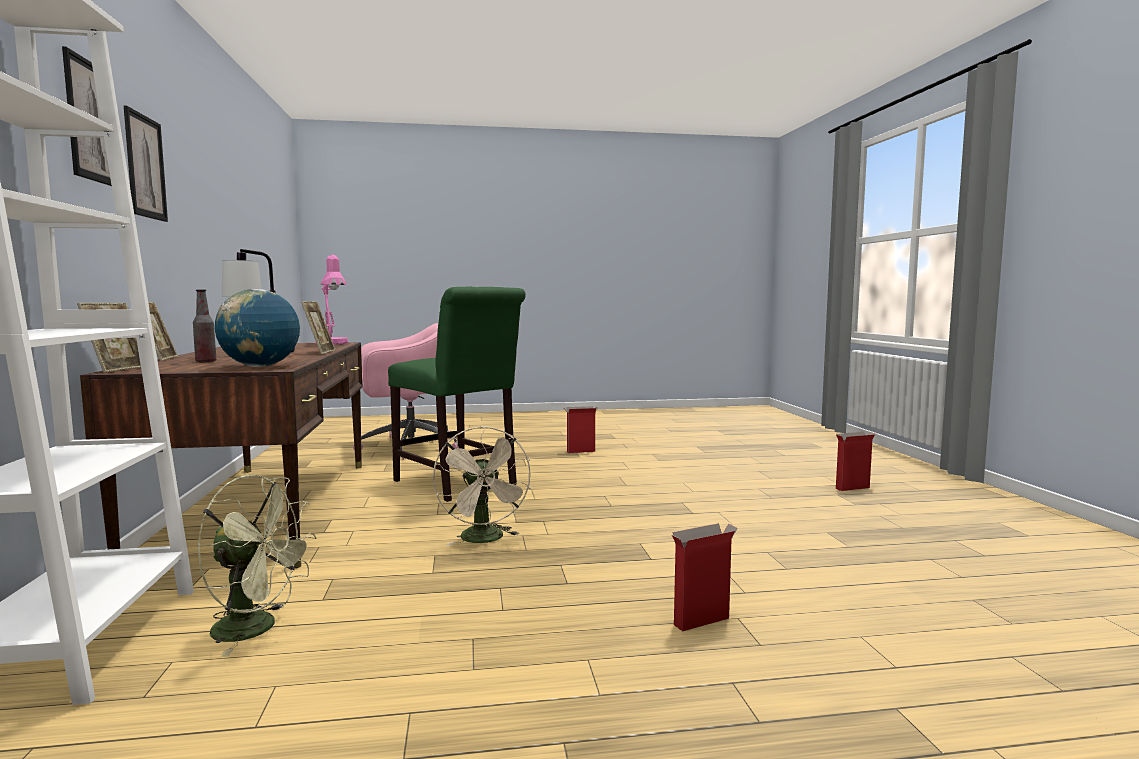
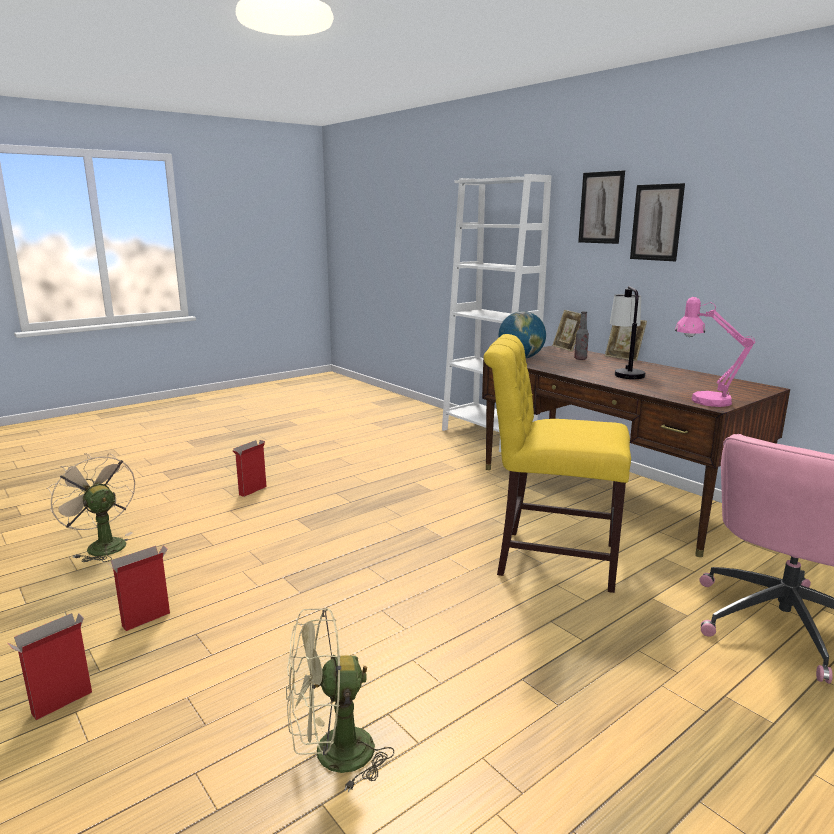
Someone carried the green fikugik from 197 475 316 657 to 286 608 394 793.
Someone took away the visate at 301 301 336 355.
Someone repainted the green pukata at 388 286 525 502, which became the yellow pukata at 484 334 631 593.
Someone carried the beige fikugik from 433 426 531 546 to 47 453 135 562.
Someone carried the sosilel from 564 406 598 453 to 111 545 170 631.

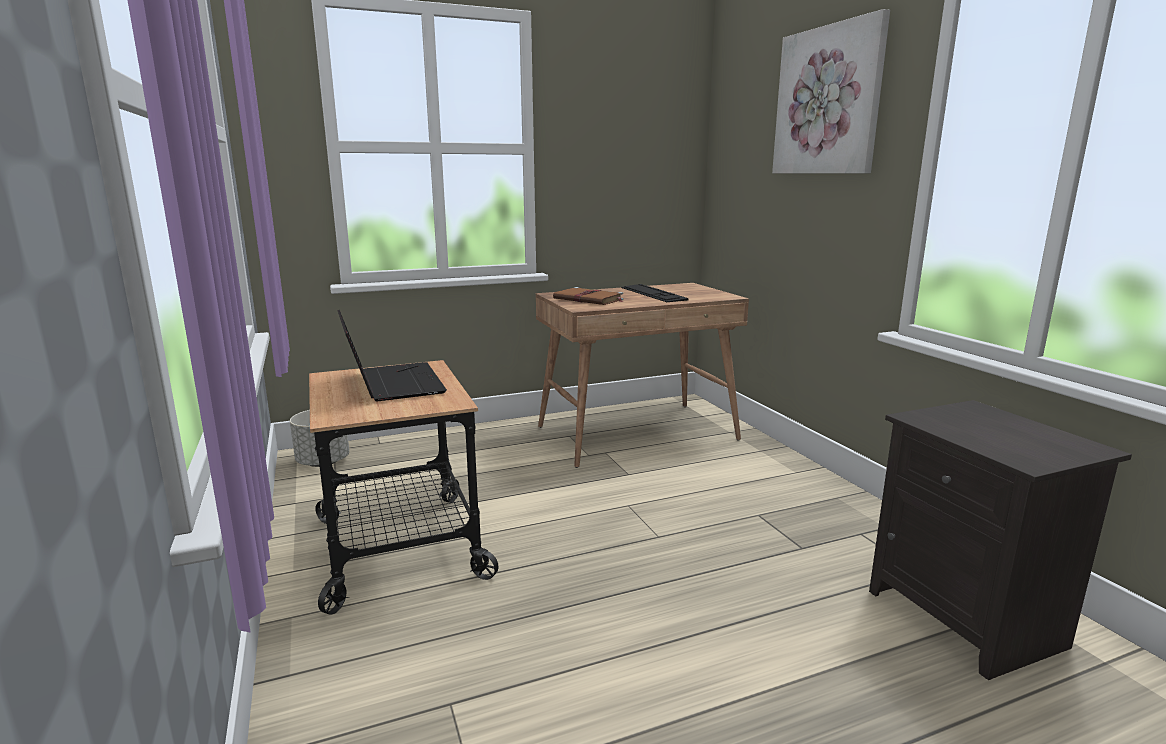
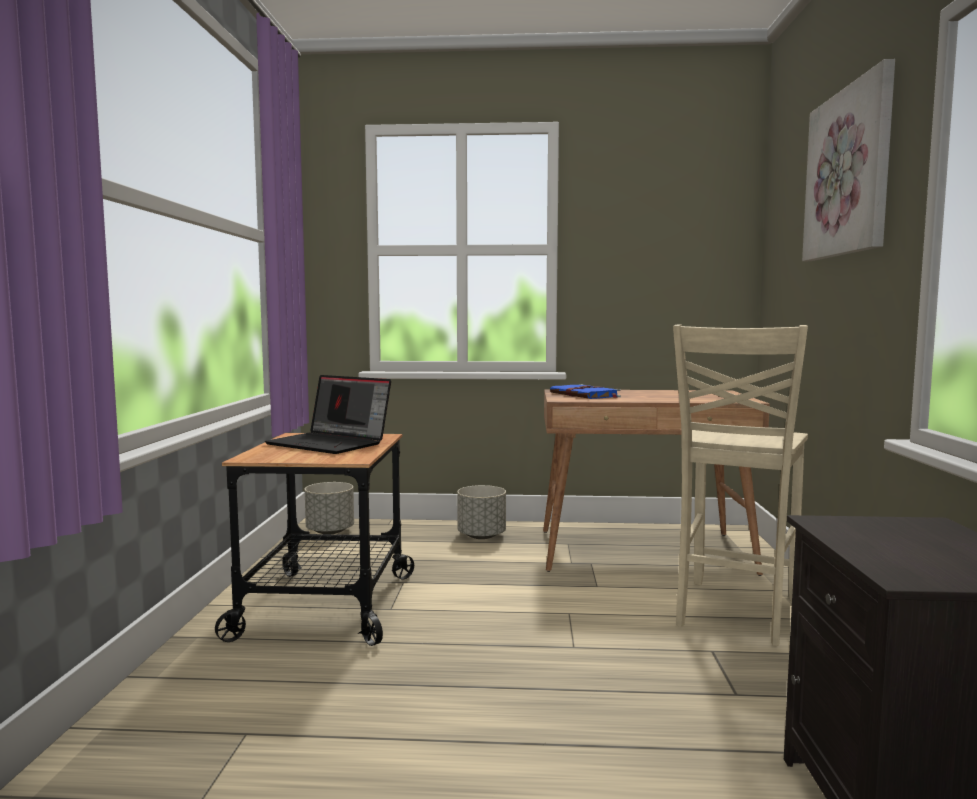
Someone rotated the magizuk at 338 310 447 401 by 120 degrees clockwise.
Someone repainted the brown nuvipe at 553 287 623 305, which became the blue nuvipe at 550 384 621 399.
Someone took away the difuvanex at 621 284 689 302.
Someone put down the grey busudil at 457 485 506 539.
Someone put down the beige pukata at 673 324 808 646.

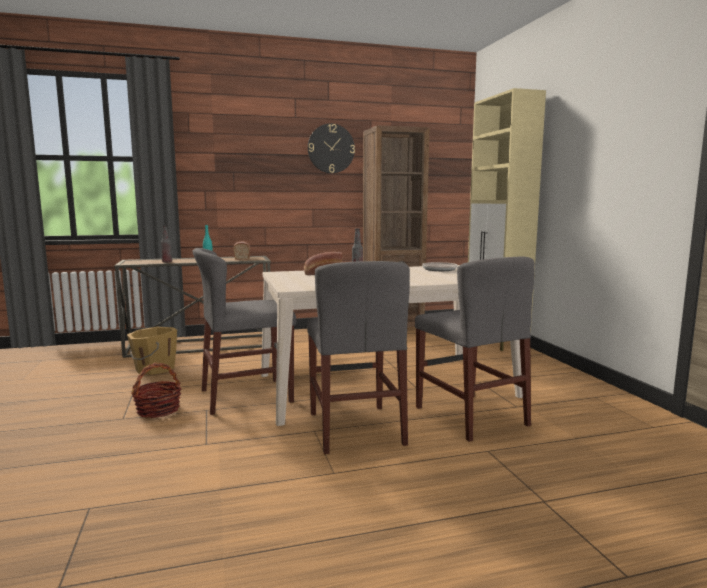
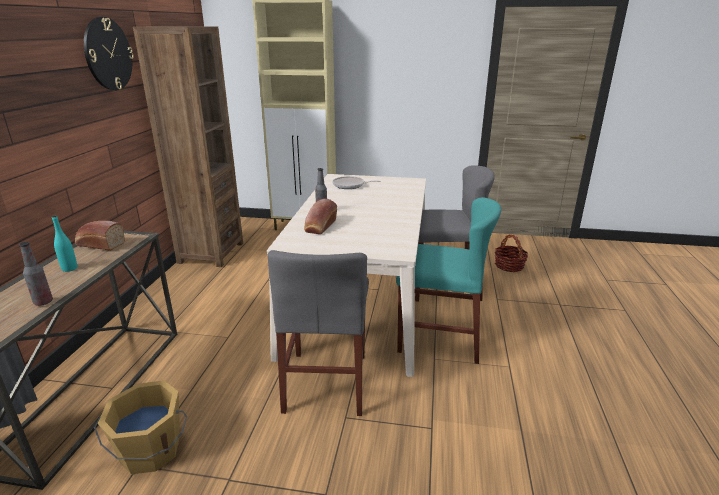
Someone carried the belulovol from 131 363 181 418 to 495 234 528 272.
Someone repainted the grey pukata at 307 261 410 454, which became the turquoise pukata at 396 197 501 364.

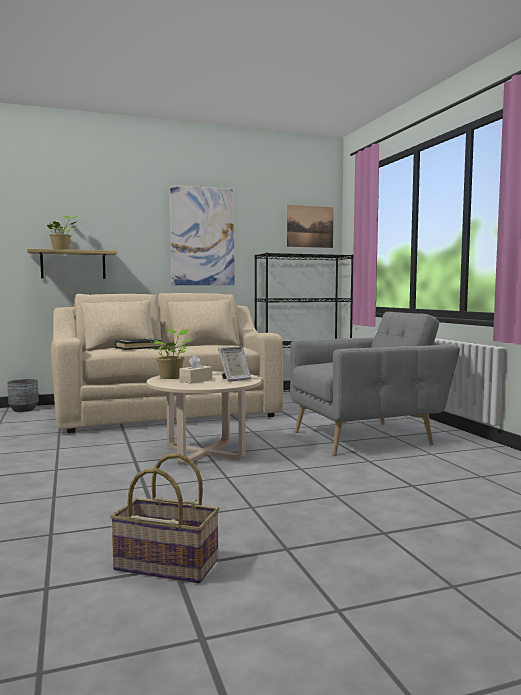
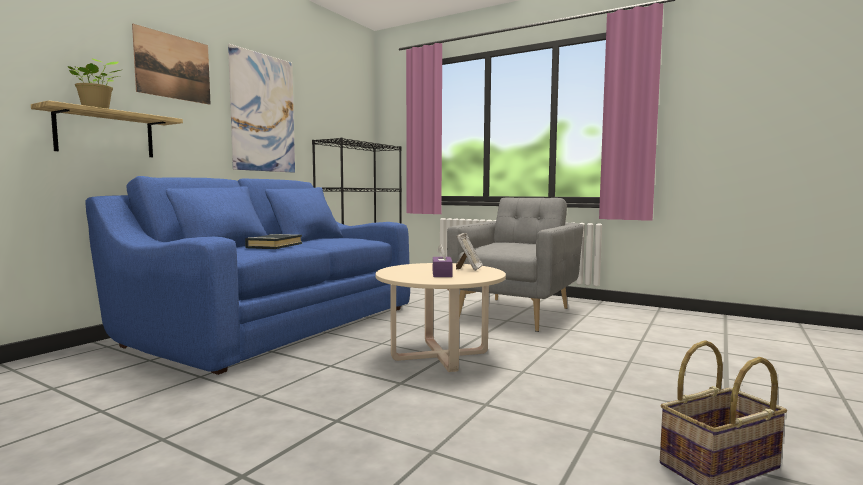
Someone took away the grey busudil at 7 379 39 412.
Someone repainted the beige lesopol at 51 293 284 433, which became the blue lesopol at 85 176 410 375.
Someone took away the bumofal at 150 329 192 379.
Someone repainted the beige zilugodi at 179 355 212 384, which became the purple zilugodi at 433 245 453 277.
Someone carried the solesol from 287 205 334 248 to 132 24 211 105.

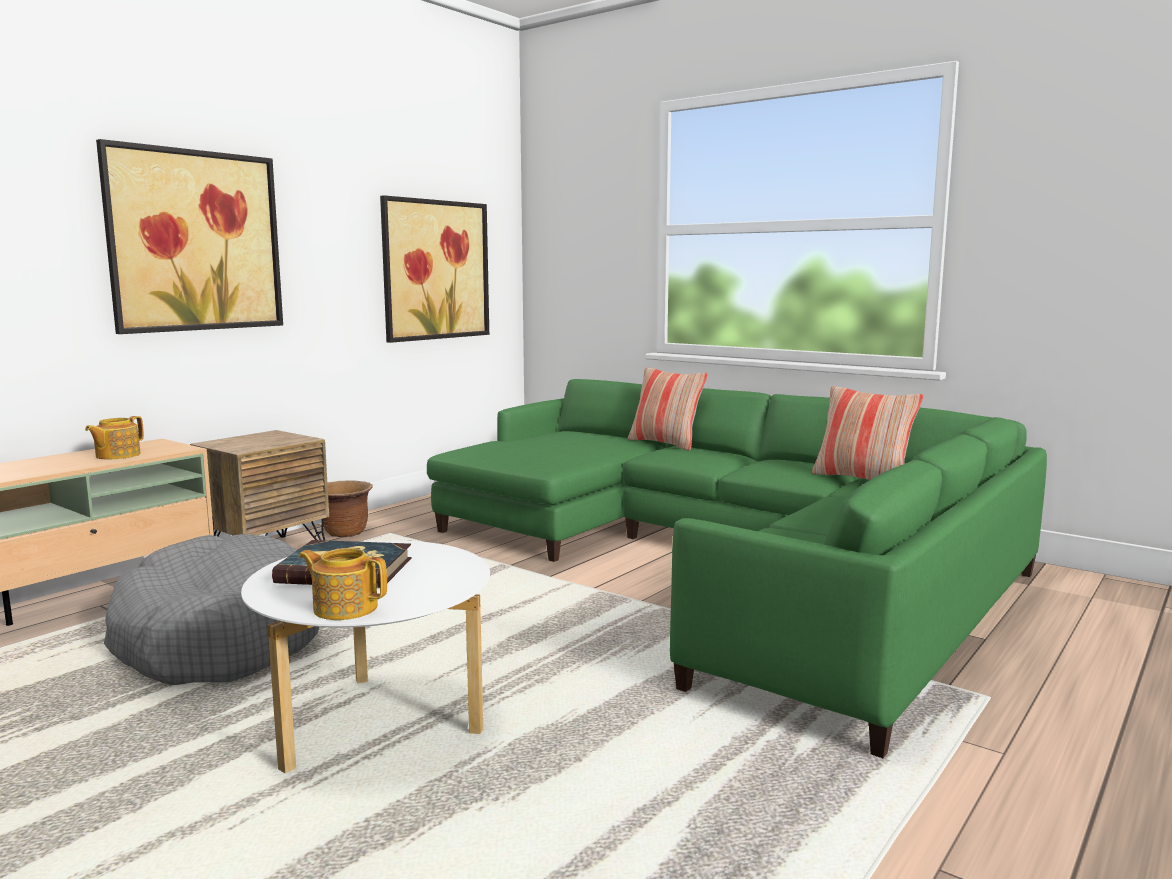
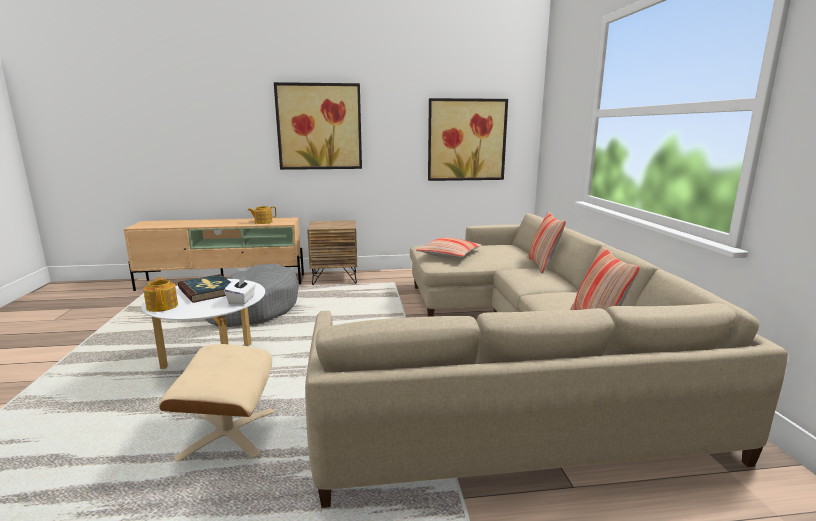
Someone took away the brown busudil at 321 480 373 537.
Someone repainted the green lesopol at 427 379 1047 758, which became the beige lesopol at 305 213 788 508.
Someone put down the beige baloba at 159 344 275 462.
Someone put down the white zilugodi at 224 275 256 305.
Someone put down the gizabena at 416 237 482 258.

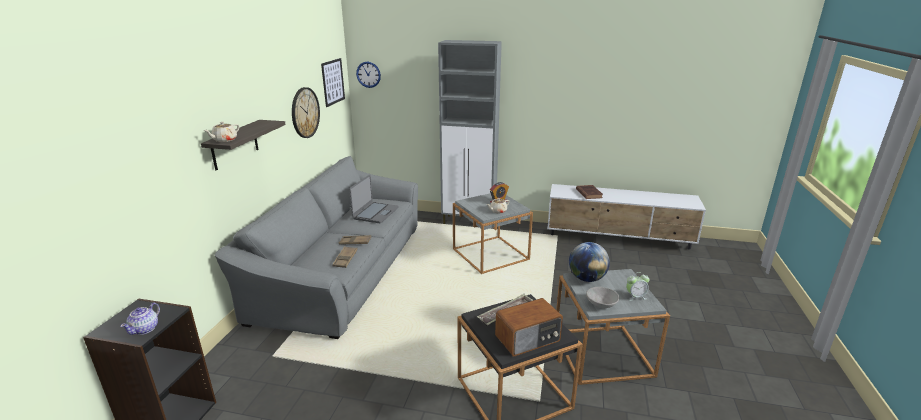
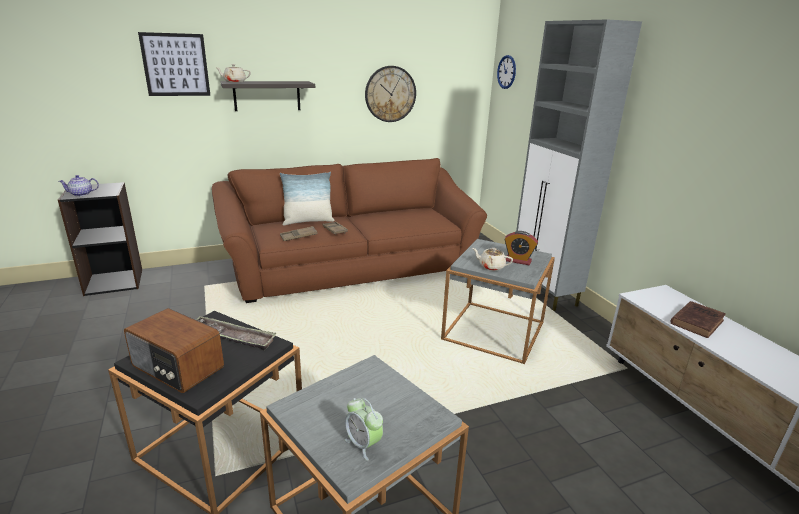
Someone repainted the grey lesopol at 215 156 418 339, which became the brown lesopol at 212 158 487 303.
Someone carried the solesol from 321 58 345 107 to 138 32 210 96.
Someone took away the magizuk at 349 175 399 223.
Someone took away the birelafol at 569 242 610 282.
Someone took away the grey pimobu at 586 287 619 308.
Someone put down the gizabena at 280 172 334 225.

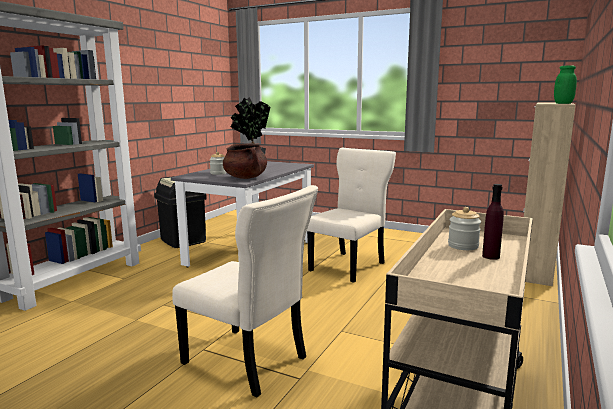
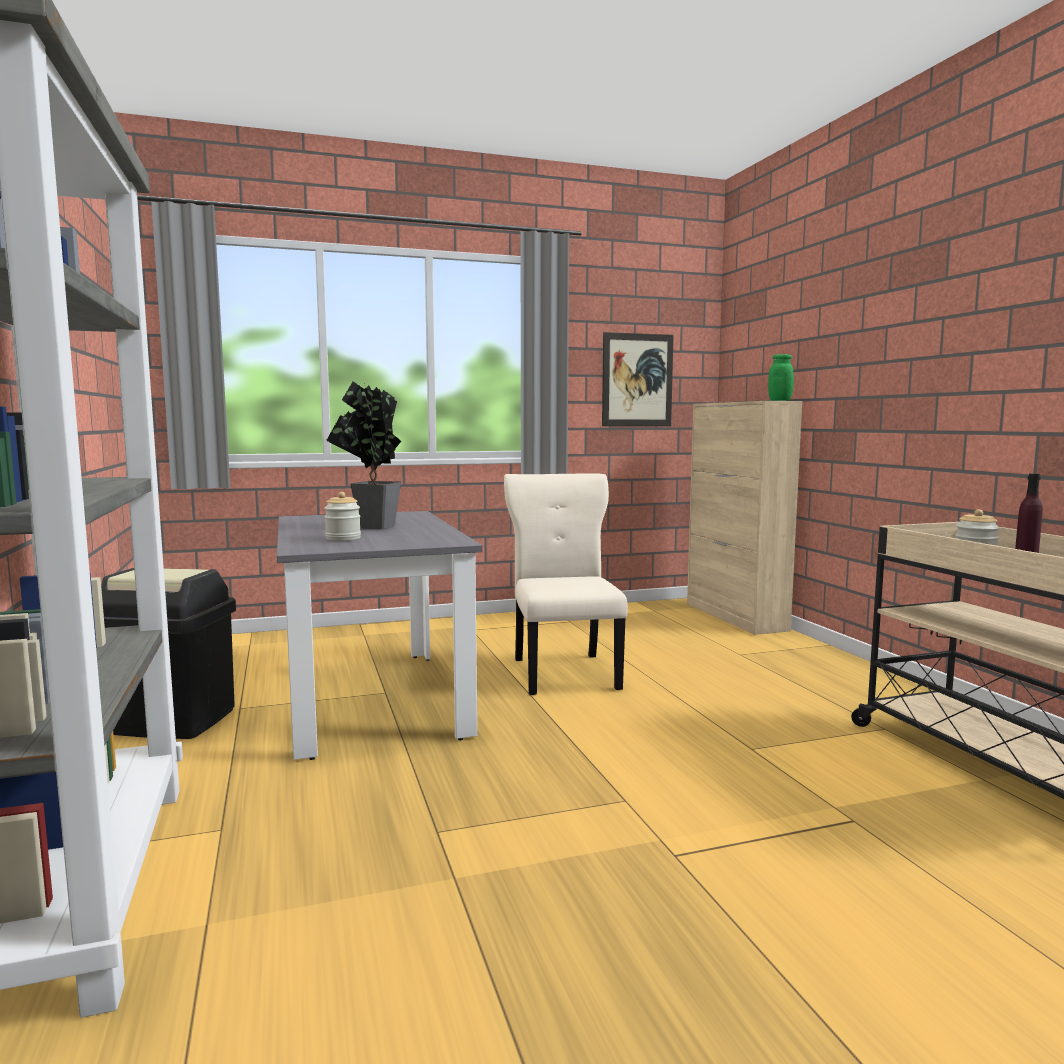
Someone took away the beige pukata at 172 185 318 398.
Someone took away the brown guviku at 223 144 267 179.
Someone put up the solesol at 602 332 674 426.

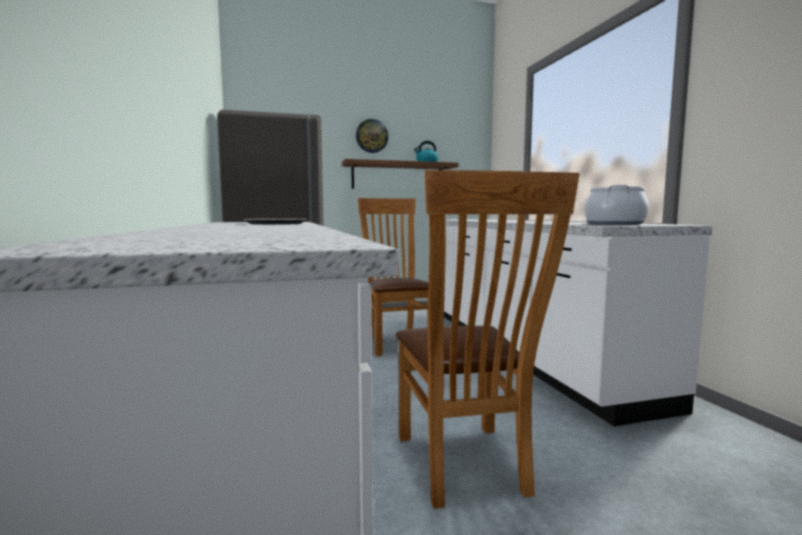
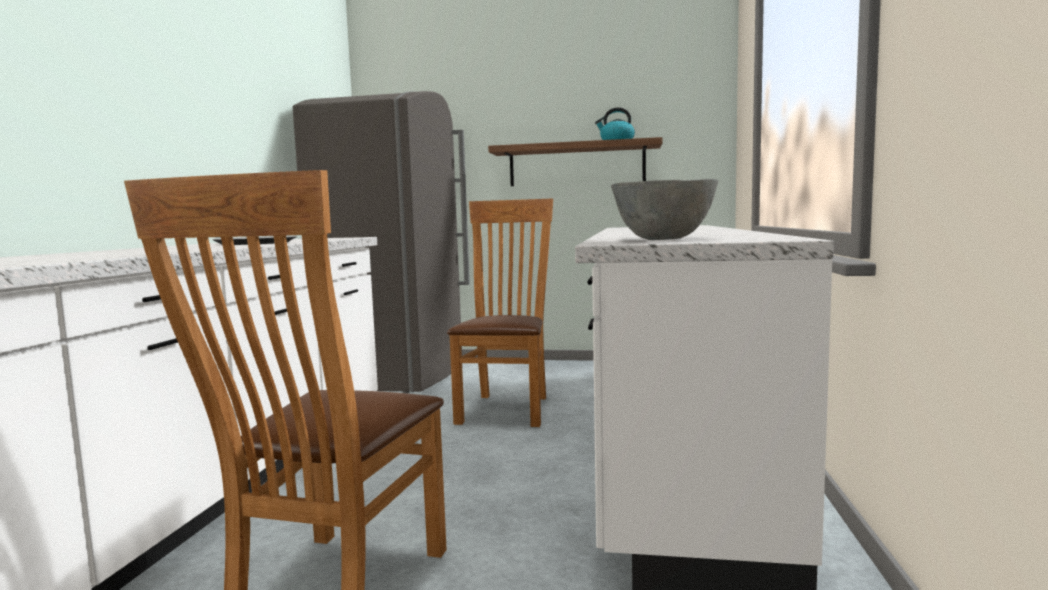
Someone took away the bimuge at 356 119 388 153.
Someone swapped the guviku at 584 184 649 225 for the grey pimobu at 611 179 718 240.

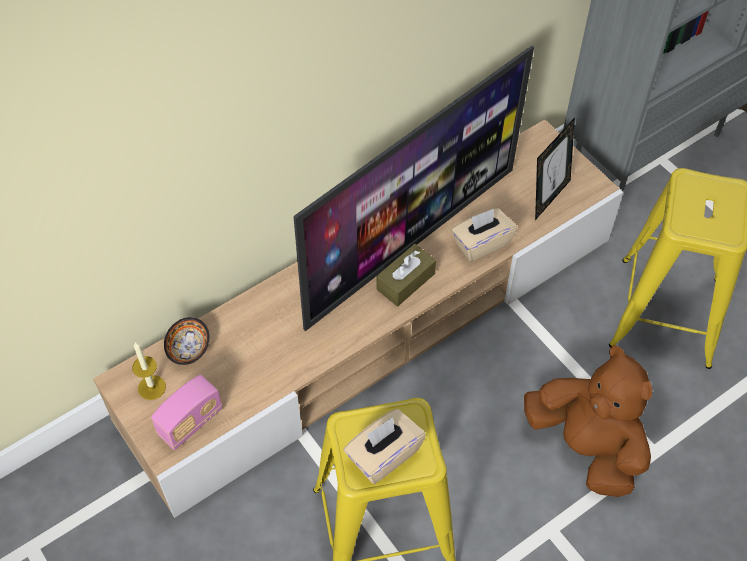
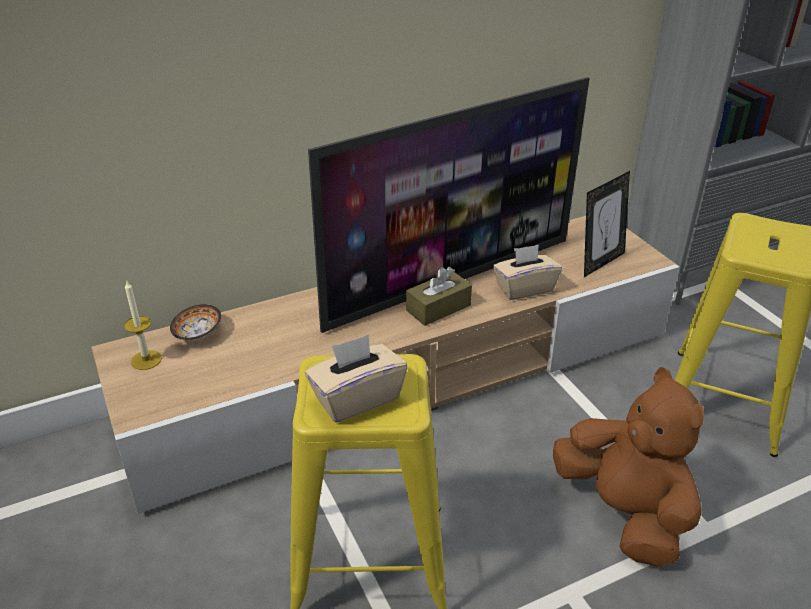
Someone took away the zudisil at 151 375 223 450.

